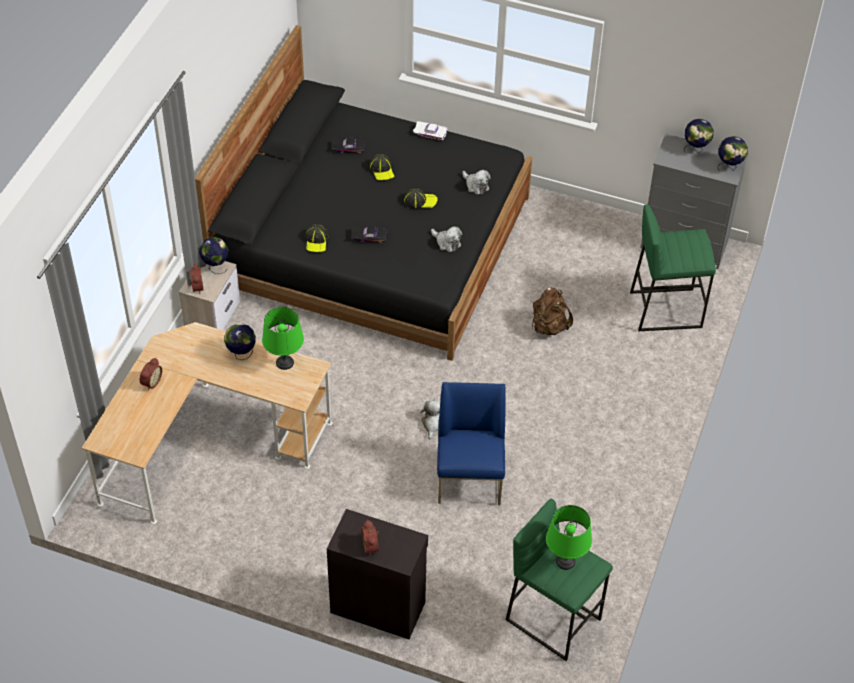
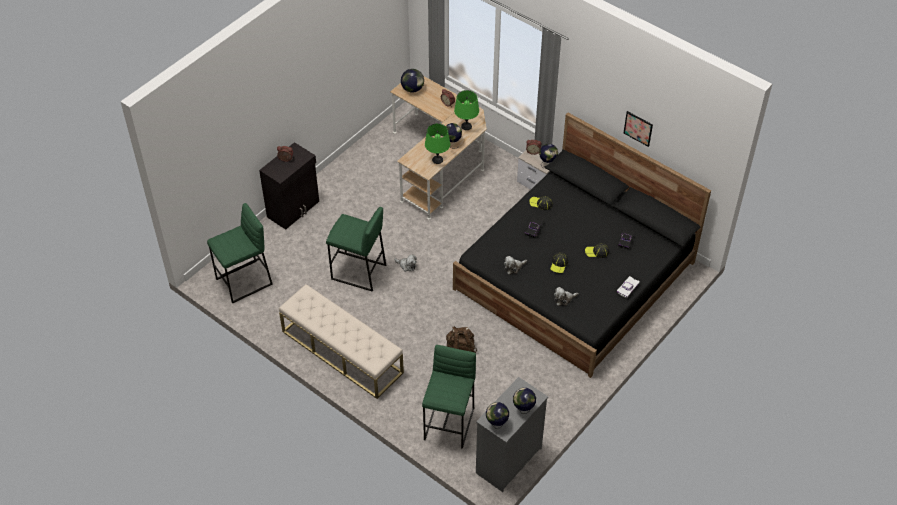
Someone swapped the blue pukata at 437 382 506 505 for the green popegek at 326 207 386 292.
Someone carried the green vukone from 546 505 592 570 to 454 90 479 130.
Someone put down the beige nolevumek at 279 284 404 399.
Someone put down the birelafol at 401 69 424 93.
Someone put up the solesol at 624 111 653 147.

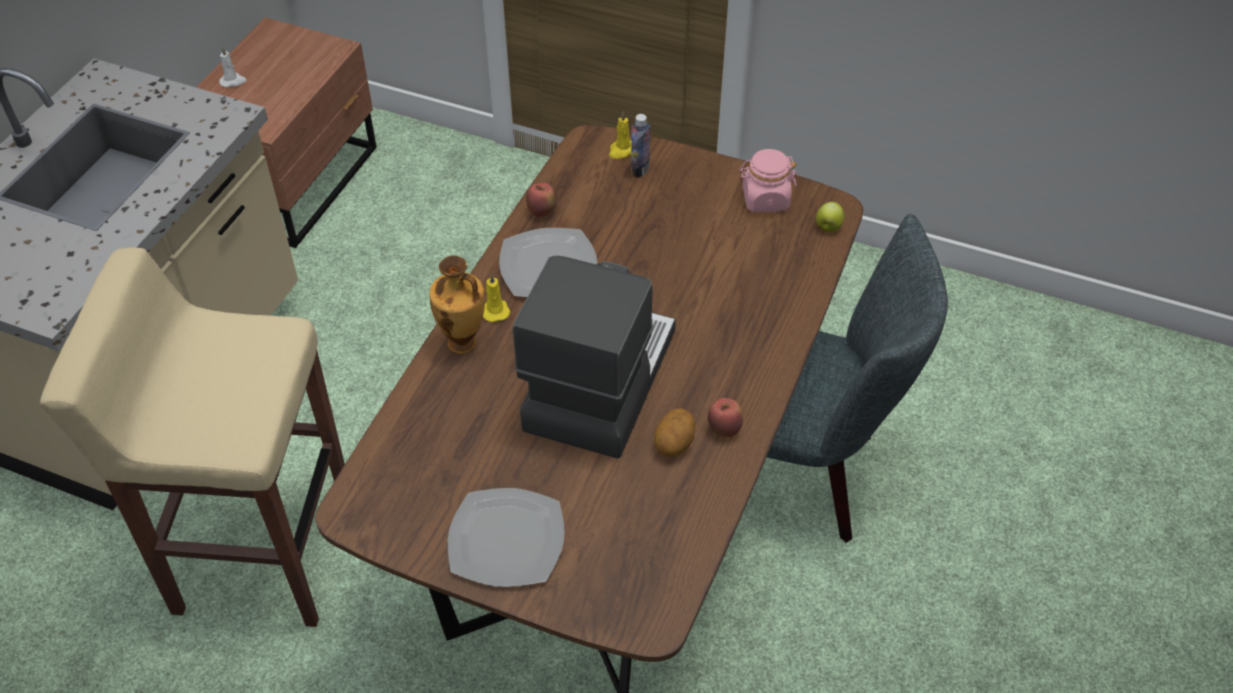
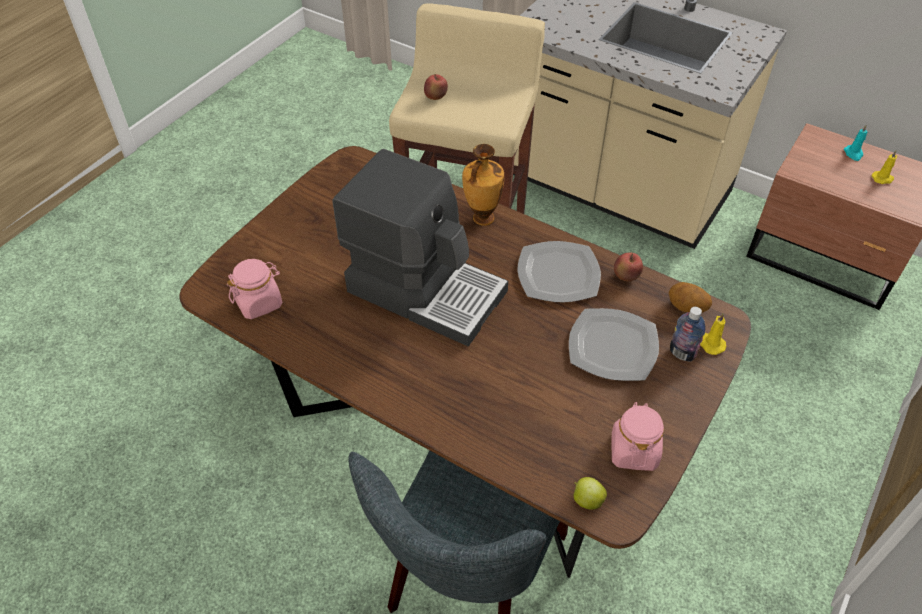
Someone repainted the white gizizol at 219 47 247 87, which became the turquoise gizizol at 844 125 867 161.
Someone carried the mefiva from 448 488 565 587 to 569 308 659 381.
Someone carried the yellow gizizol from 483 273 510 322 to 872 151 897 184.
Someone carried the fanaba from 654 408 695 457 to 669 282 712 313.
Someone carried the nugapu from 708 398 743 438 to 424 74 448 100.
Someone put down the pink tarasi at 227 259 282 319.

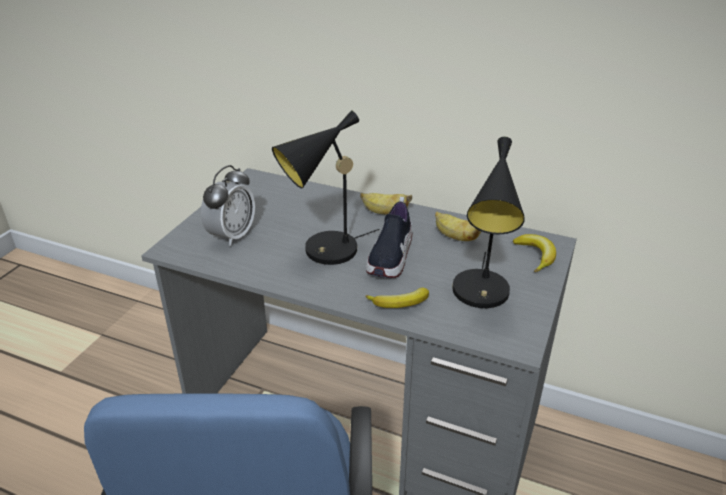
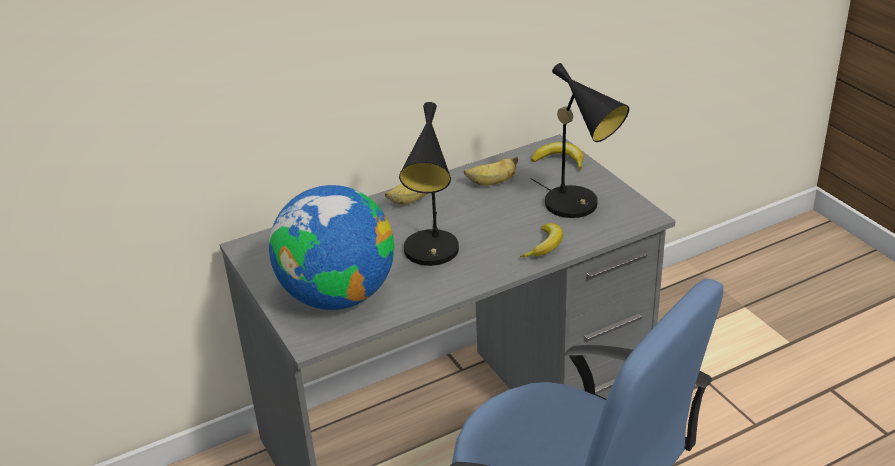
Someone swapped the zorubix at 201 165 255 247 for the birelafol at 269 185 394 310.
Someone took away the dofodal at 366 197 412 278.

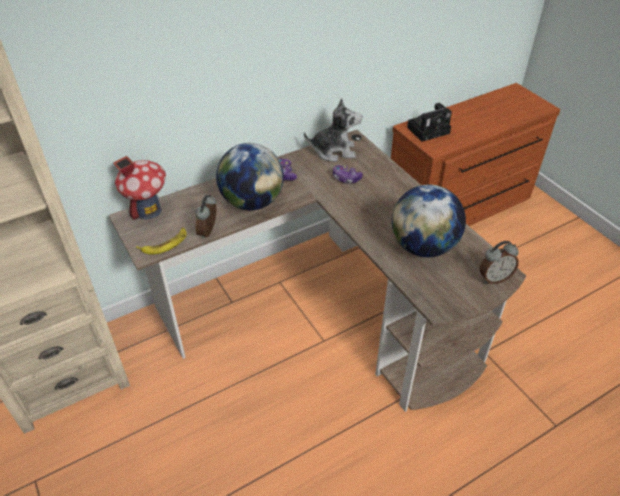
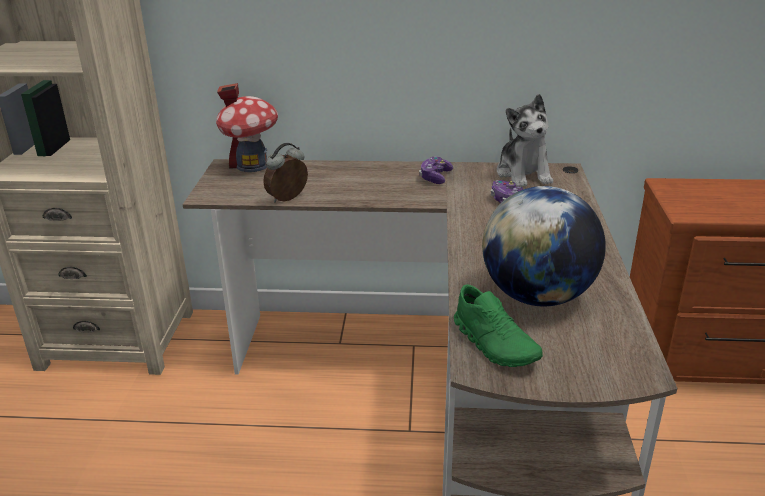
Someone took away the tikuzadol at 136 228 187 255.
Someone took away the birelafol at 216 143 284 210.
Someone rotated the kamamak at 304 98 362 162 by 45 degrees clockwise.
Someone took away the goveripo at 407 103 452 142.
Someone took away the zorubix at 480 241 519 284.
Someone put down the green dofodal at 454 284 543 367.

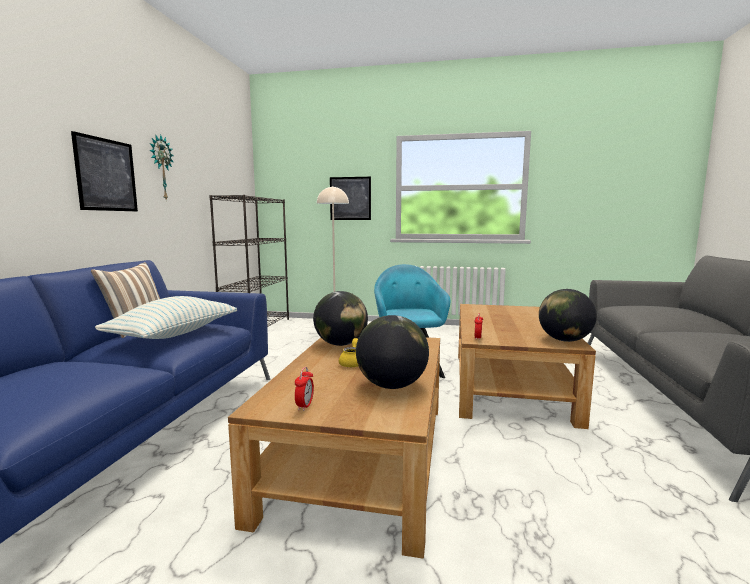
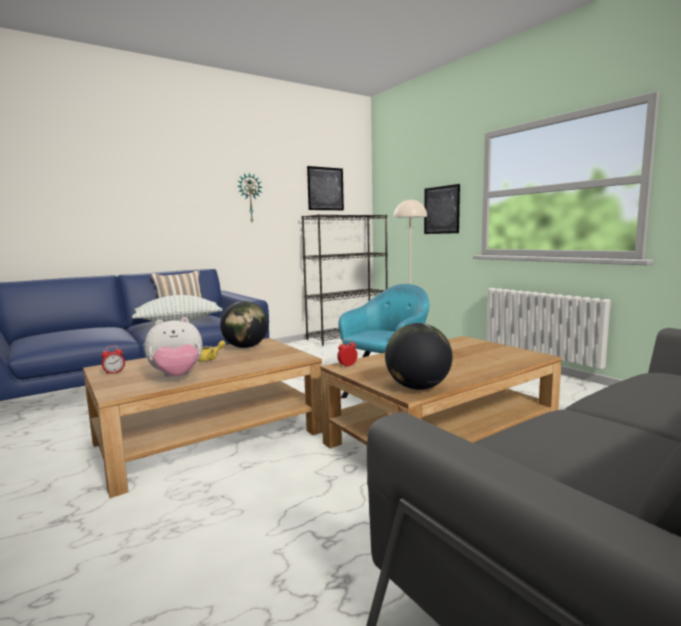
Someone carried the solesol from 71 131 138 211 to 307 166 344 210.
Someone swapped the birelafol at 356 315 429 389 for the kamamak at 144 317 202 377.

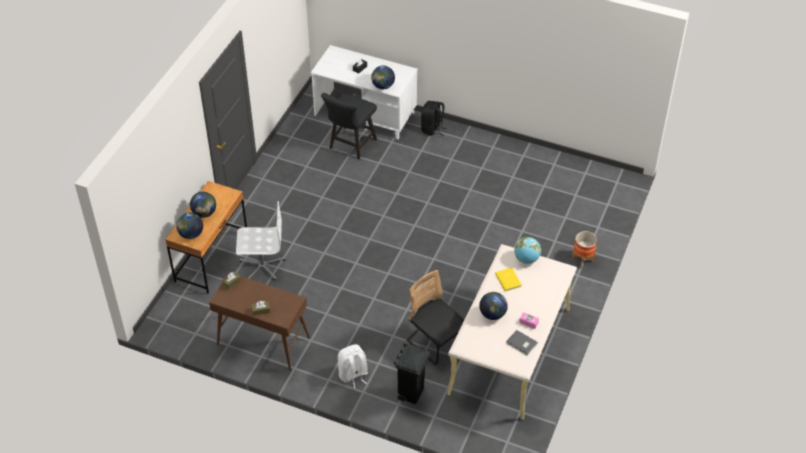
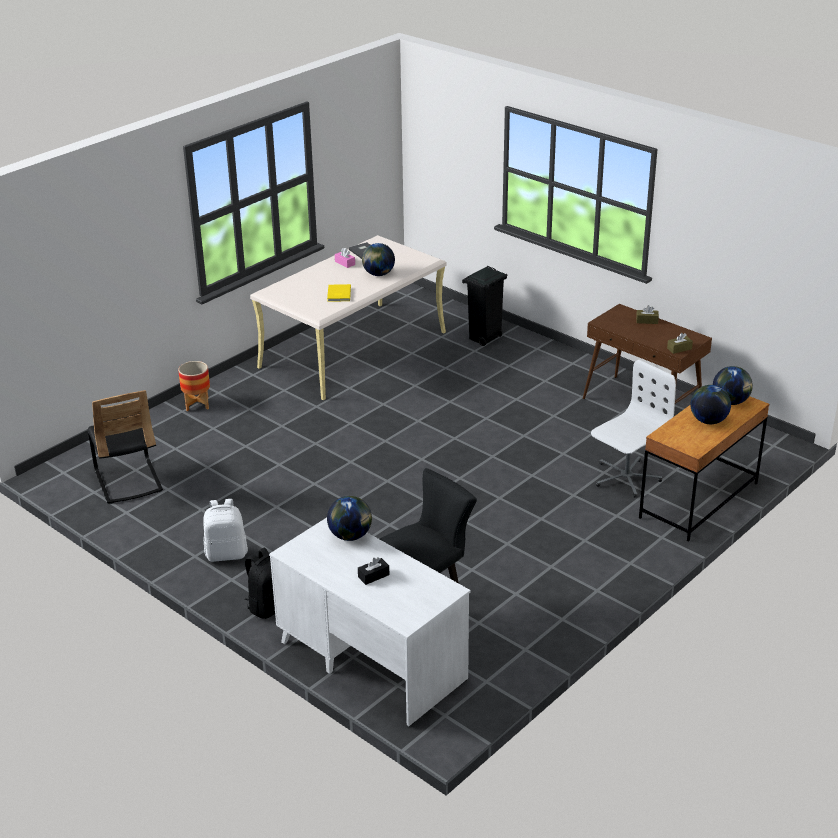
Someone rotated the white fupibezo at 236 201 285 280 by 120 degrees clockwise.
Someone carried the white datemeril from 338 344 368 389 to 203 499 248 562.
Someone carried the black pukata from 406 270 464 365 to 88 390 163 504.
Someone took away the birelafol at 514 237 541 264.

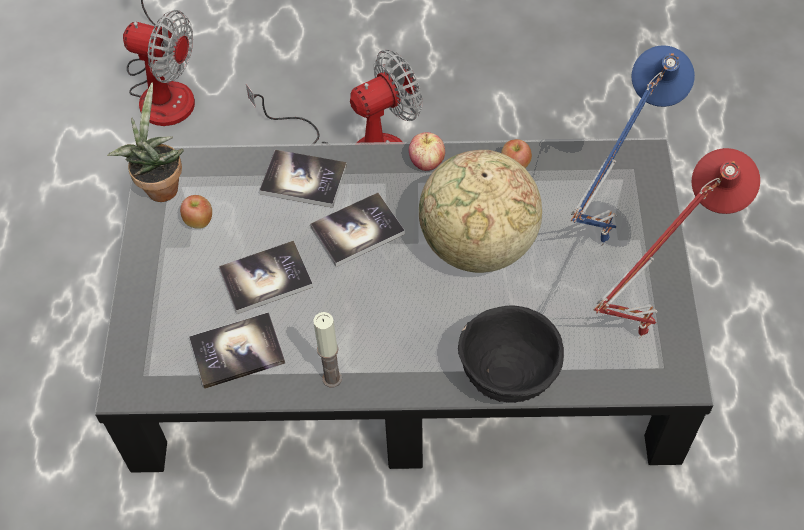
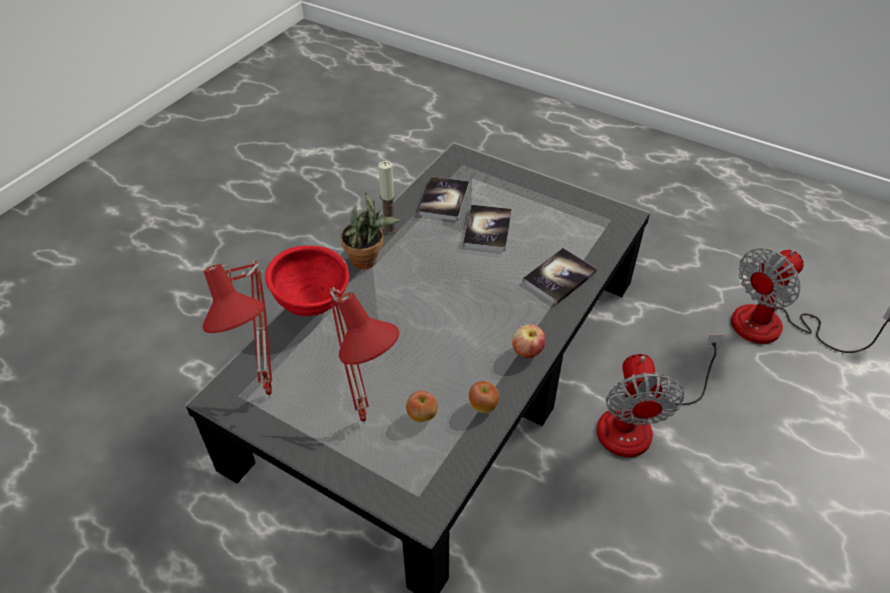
Someone carried the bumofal from 107 82 184 202 to 341 192 400 269.
Someone carried the nugapu from 180 195 212 229 to 406 391 438 422.
Someone took away the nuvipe at 310 193 405 267.
Someone took away the birelafol at 419 150 542 273.
Someone repainted the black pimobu at 458 305 564 403, which became the red pimobu at 265 246 349 317.
Someone repainted the blue vukone at 571 45 695 246, which became the red vukone at 330 287 399 425.

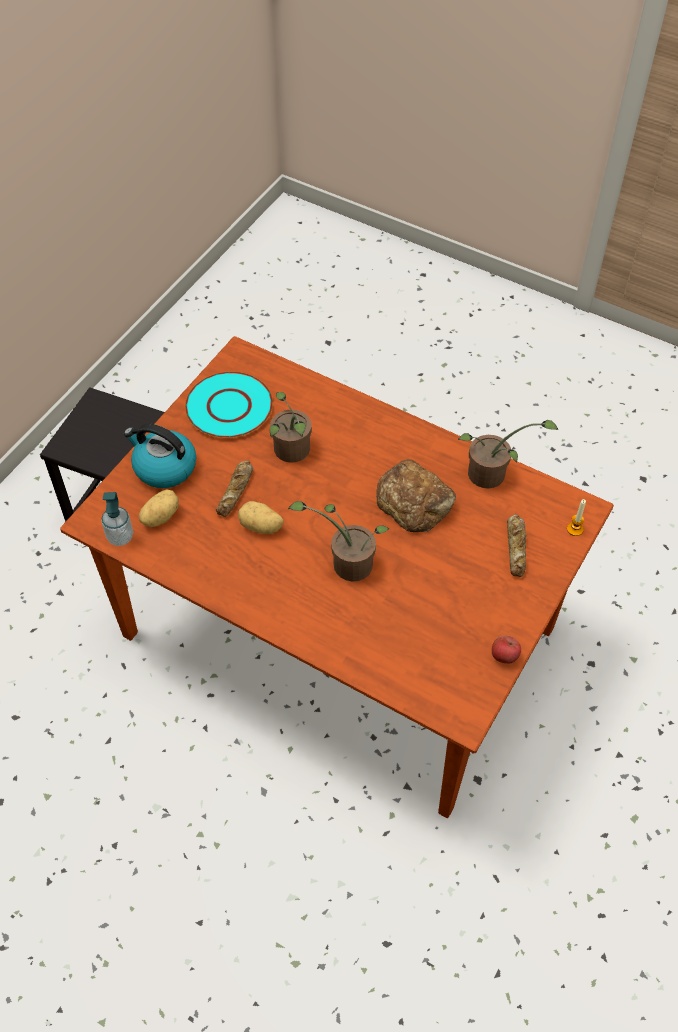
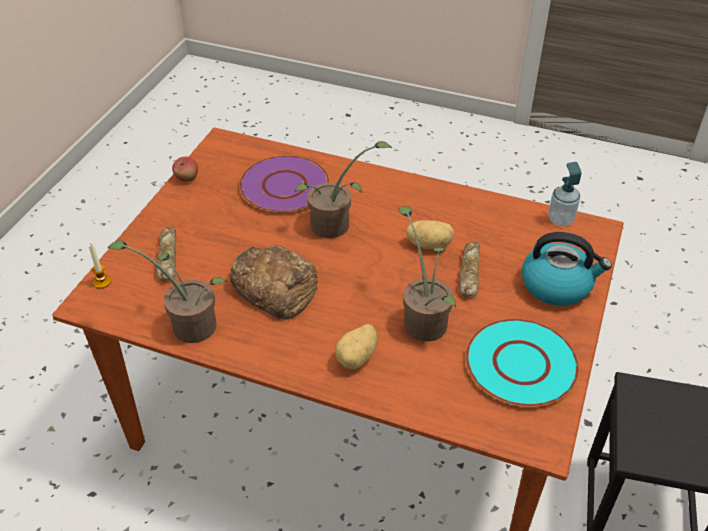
Someone carried the fanaba from 139 489 179 527 to 335 324 377 369.
Someone put down the purple mefiva at 239 155 330 213.

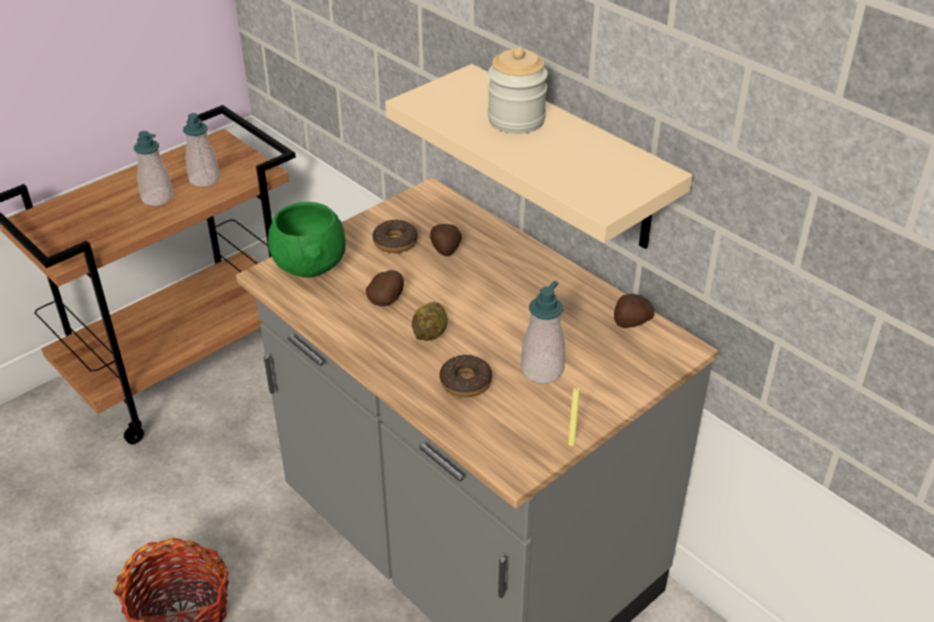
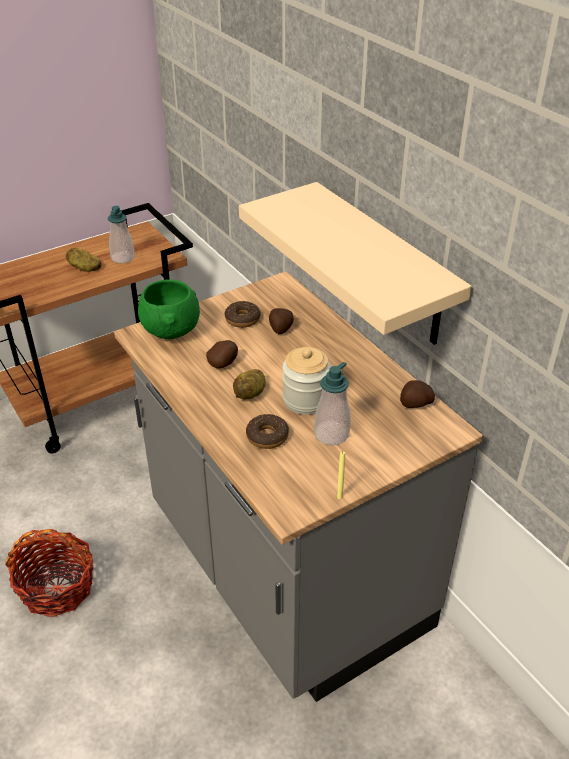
Someone swapped the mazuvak at 134 131 173 206 for the fanaba at 66 248 102 272.
Someone carried the tarasi from 488 47 548 134 to 282 347 331 415.

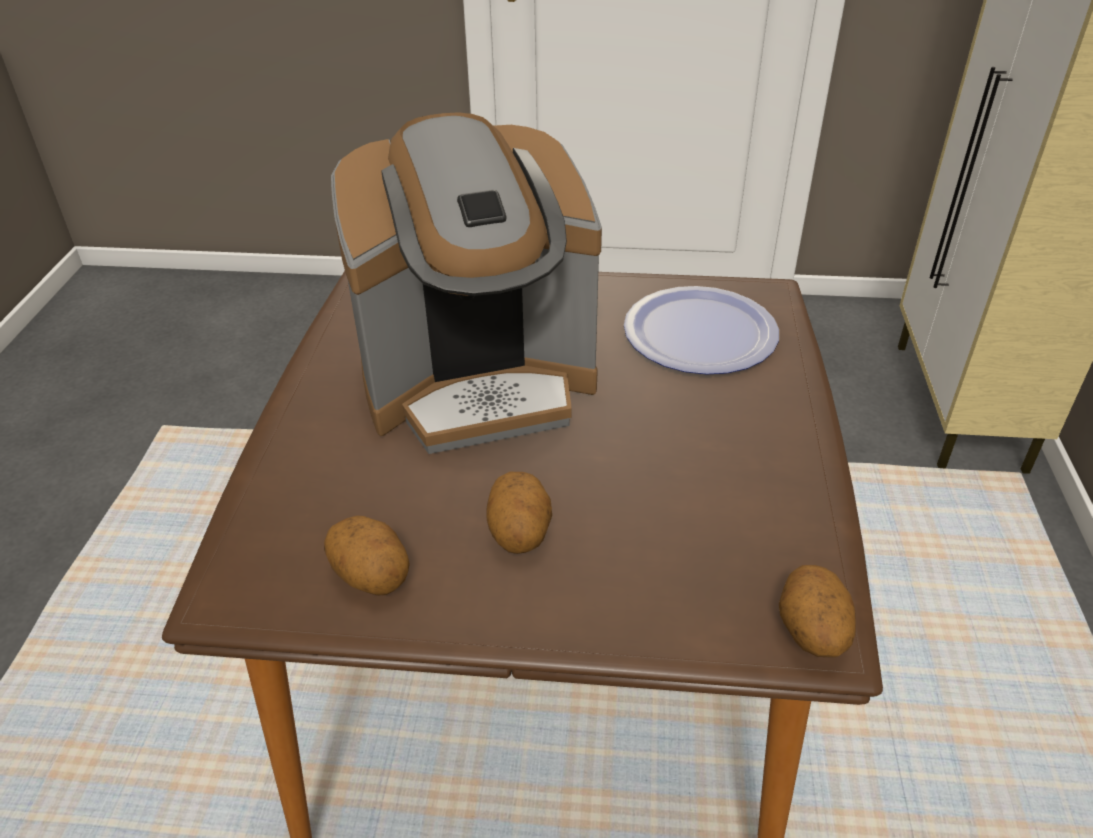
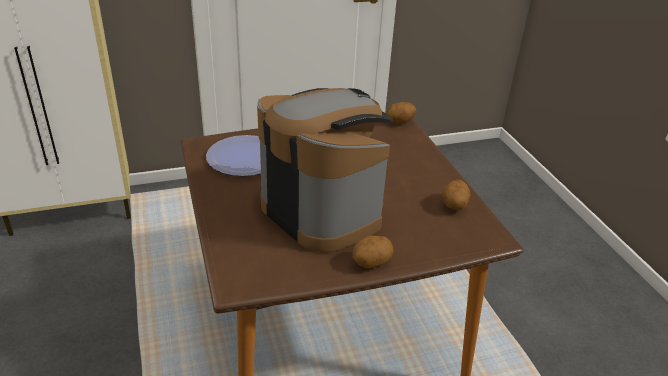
Someone carried the fanaba from 486 472 552 554 to 352 235 394 268.

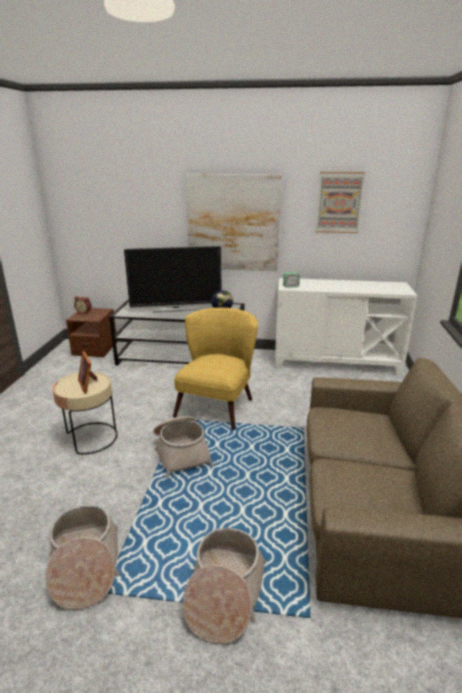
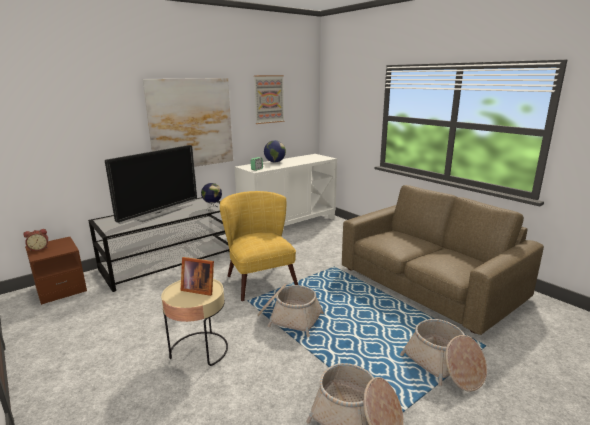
Someone put down the birelafol at 264 140 286 163.

